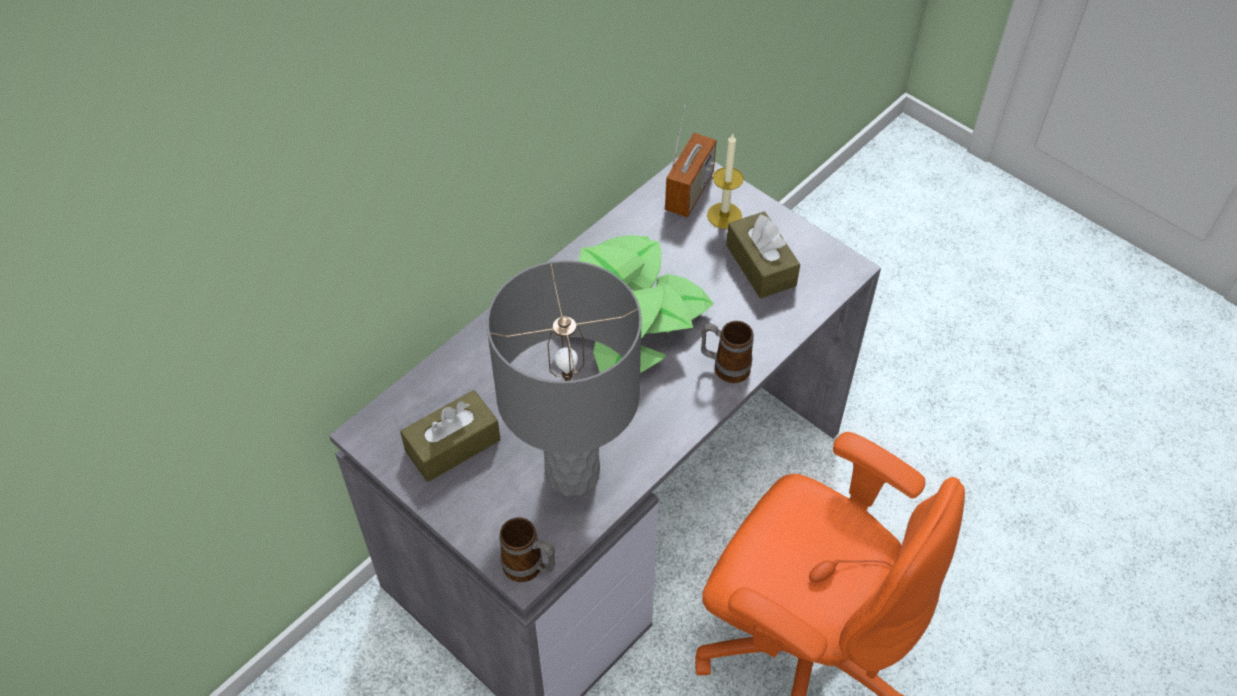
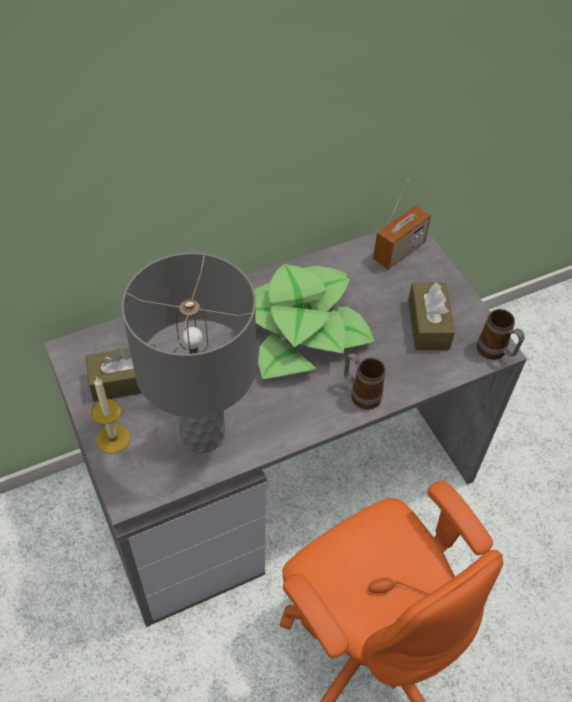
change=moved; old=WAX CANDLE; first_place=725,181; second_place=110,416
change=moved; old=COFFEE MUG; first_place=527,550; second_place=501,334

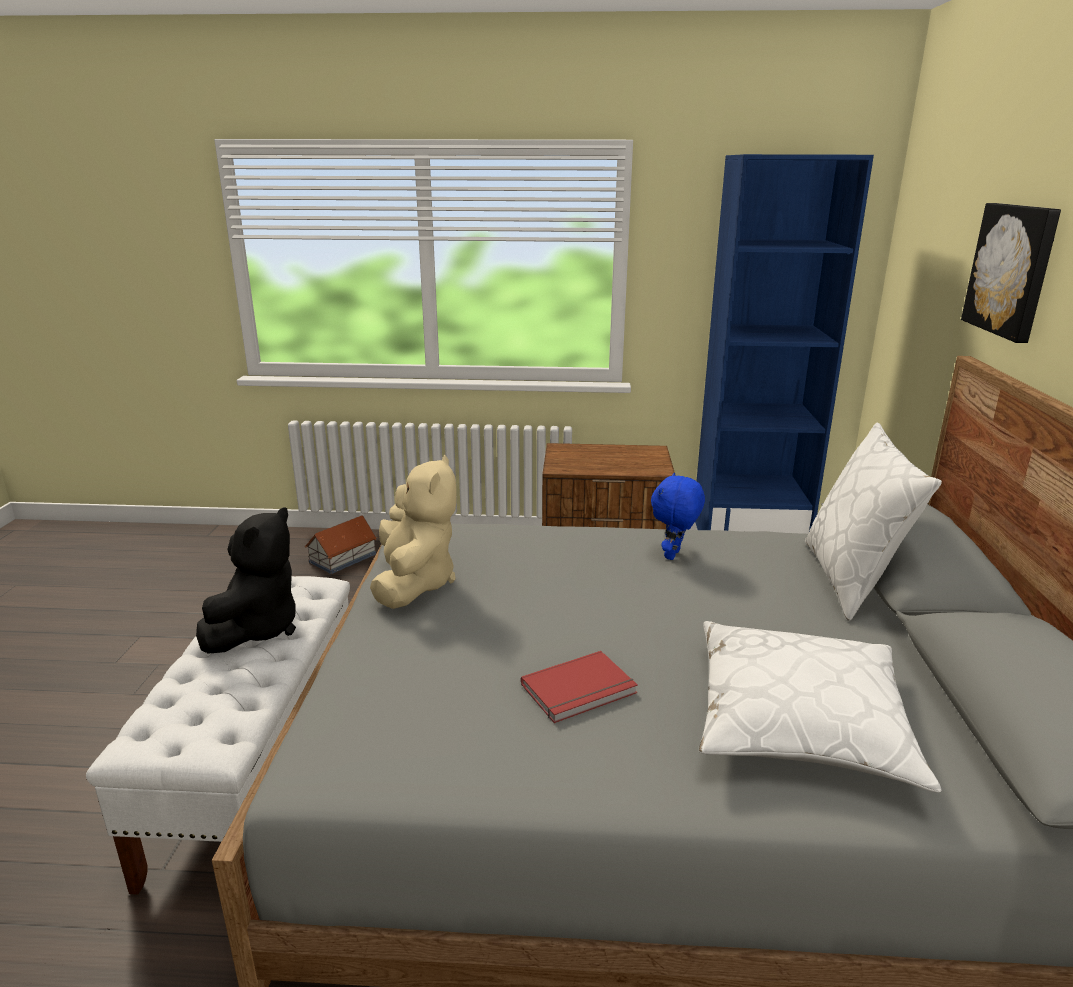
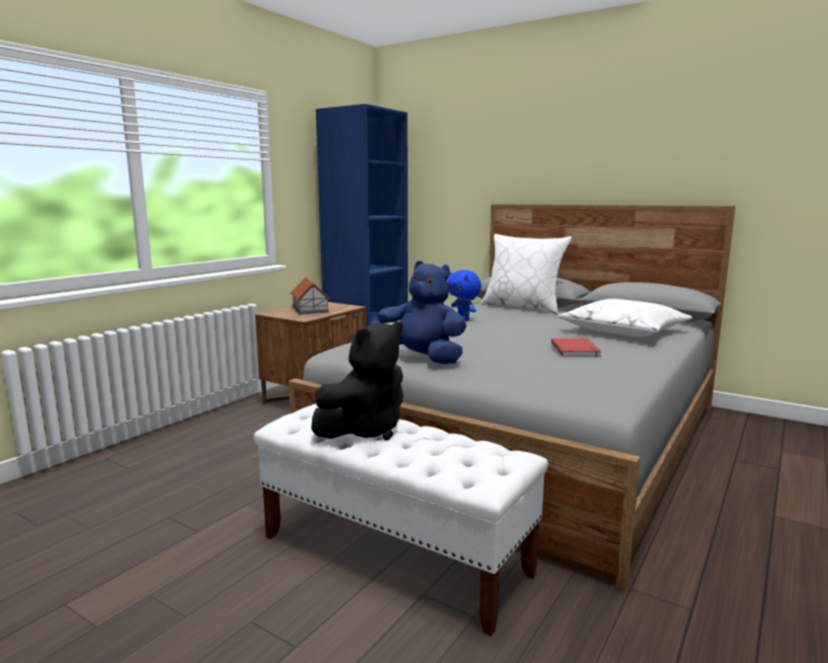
change=removed; old=WALL PICTURE; first_place=1011,273
change=recoloured; old=BEIGE CUDDLY TOY; new=BLUE CUDDLY TOY; first_place=413,532; second_place=422,312
change=turned; old=BLACKISH CUDDLY TOY; first_place=246,580; second_place=357,380; degrees=90
change=moved; old=MINIATURE HOUSE; first_place=341,544; second_place=310,295

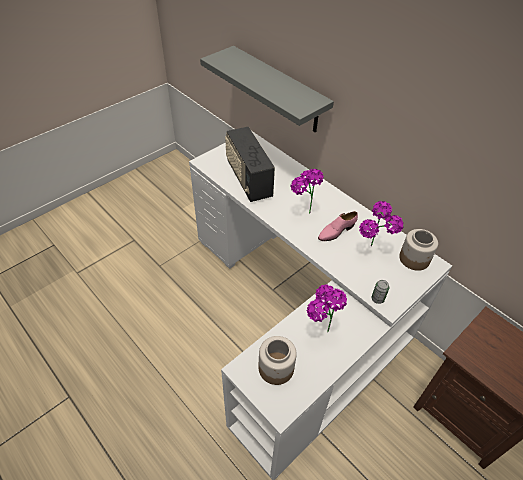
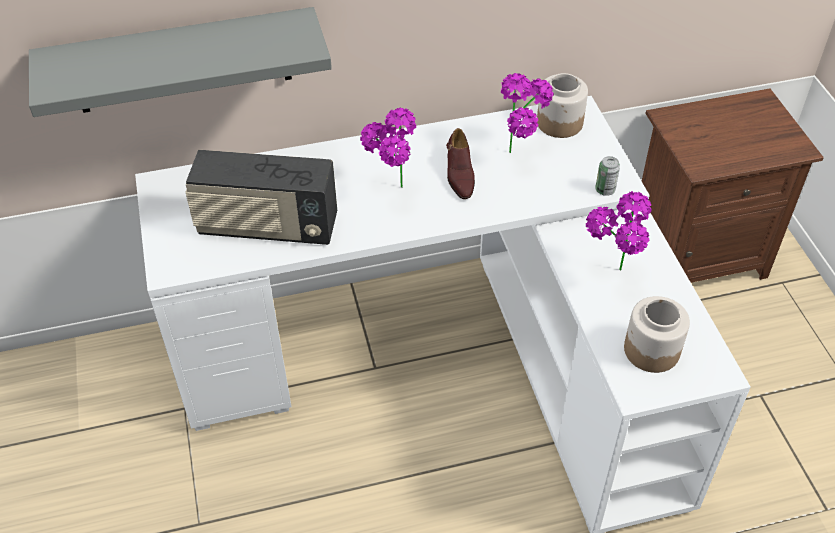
change=recoloured; old=PINKISH LOW SHOE; new=BROWNISH LOW SHOE; first_place=338,226; second_place=460,163

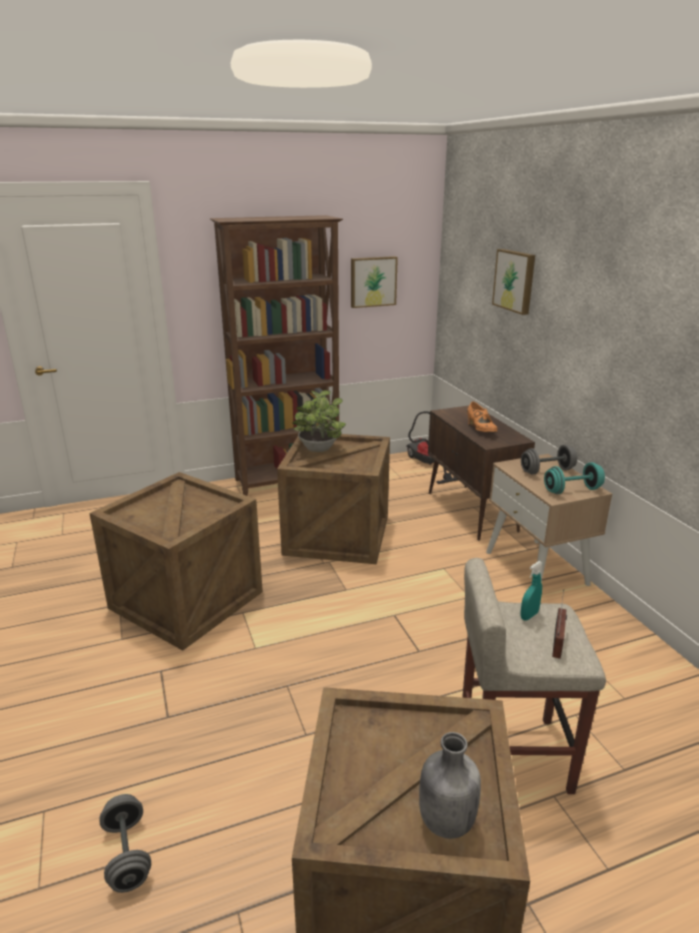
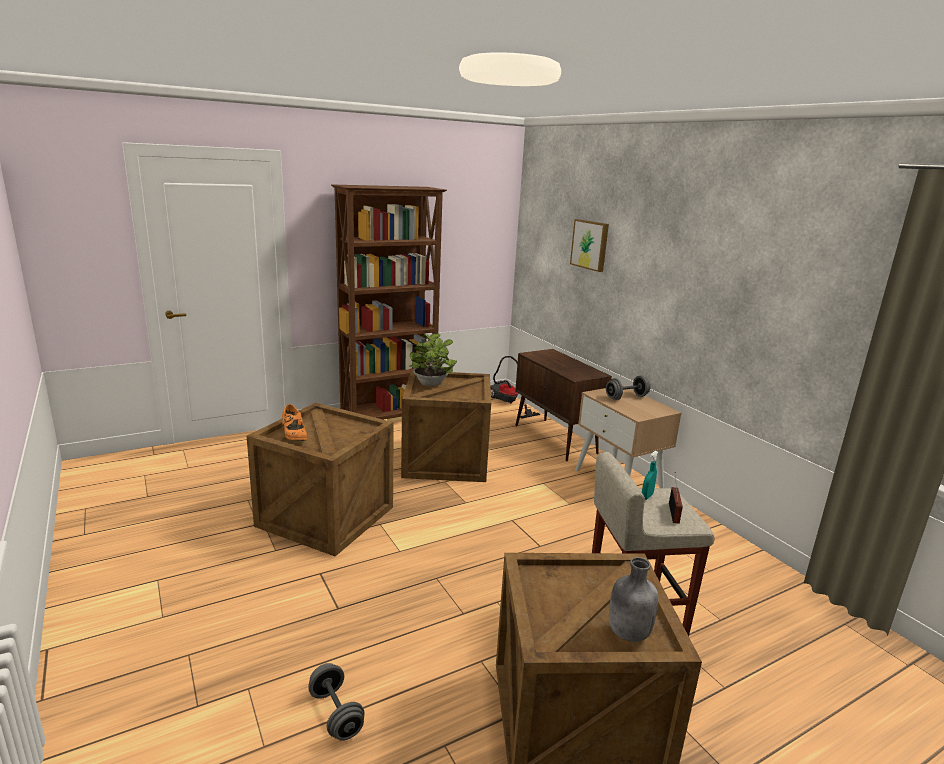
change=removed; old=WALL PICTURE; first_place=374,282
change=moved; old=ORANGE LOW SHOE; first_place=482,417; second_place=294,422
change=removed; old=TURQUOISE HAND WEIGHT; first_place=574,478

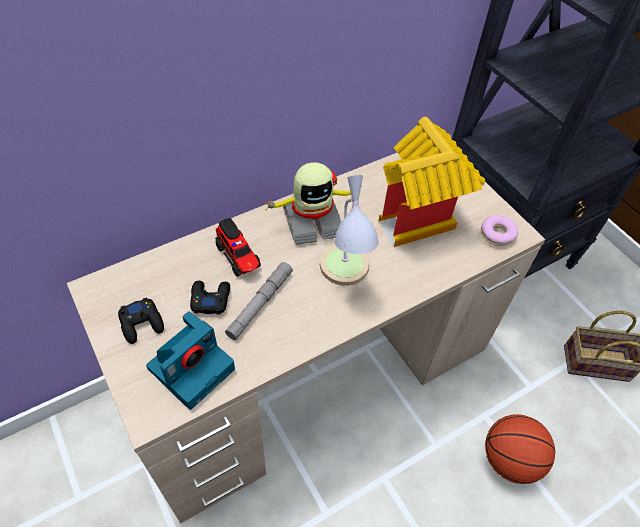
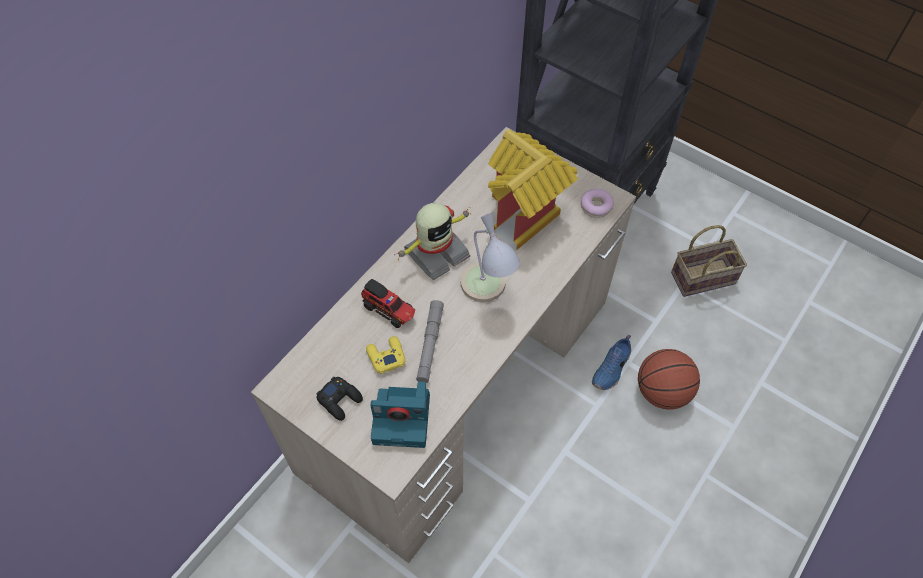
change=recoloured; old=BLACKISH JOYPAD; new=YELLOW-COLOURED JOYPAD; first_place=210,297; second_place=385,355
change=turned; old=PHOTO CAMERA; first_place=190,360; second_place=400,414; degrees=75
change=added; new=BLUE LOW SHOE; second_place=611,362

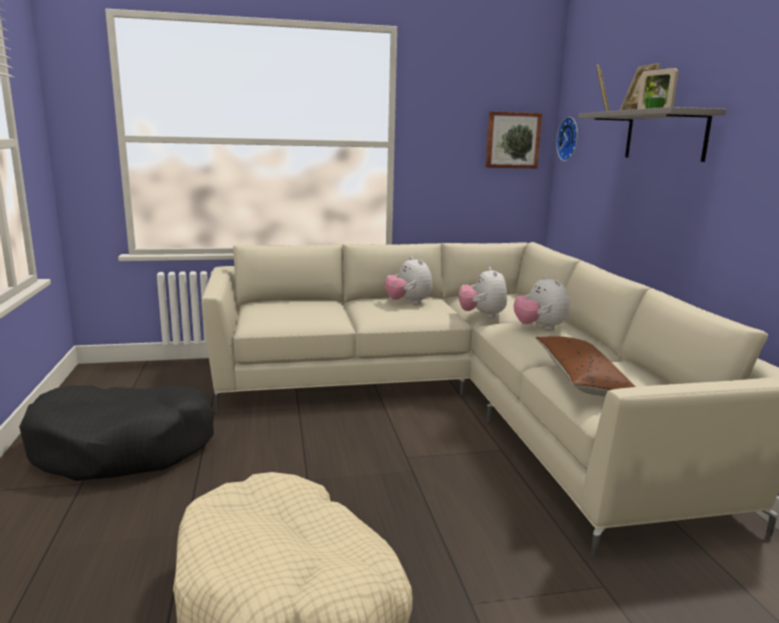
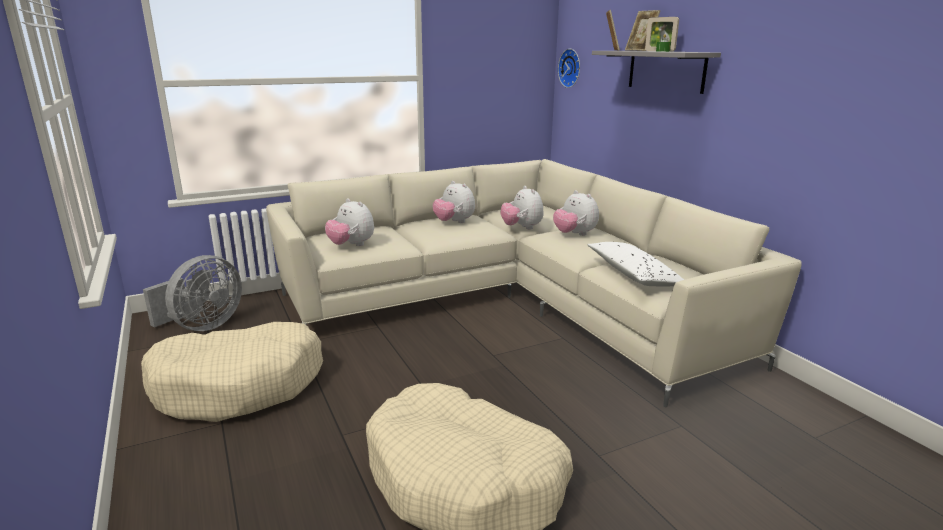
change=removed; old=WALL PICTURE; first_place=514,139
change=recoloured; old=BROWNISH PILLOW; new=WHITE-COLOURED PILLOW; first_place=585,366; second_place=635,264
change=recoloured; old=BLACKISH DOG CUSHION; new=BEIGE DOG CUSHION; first_place=117,433; second_place=232,372
change=added; new=CUDDLY TOY; second_place=349,222
change=added; new=GREY ELECTRIC FAN; second_place=192,293

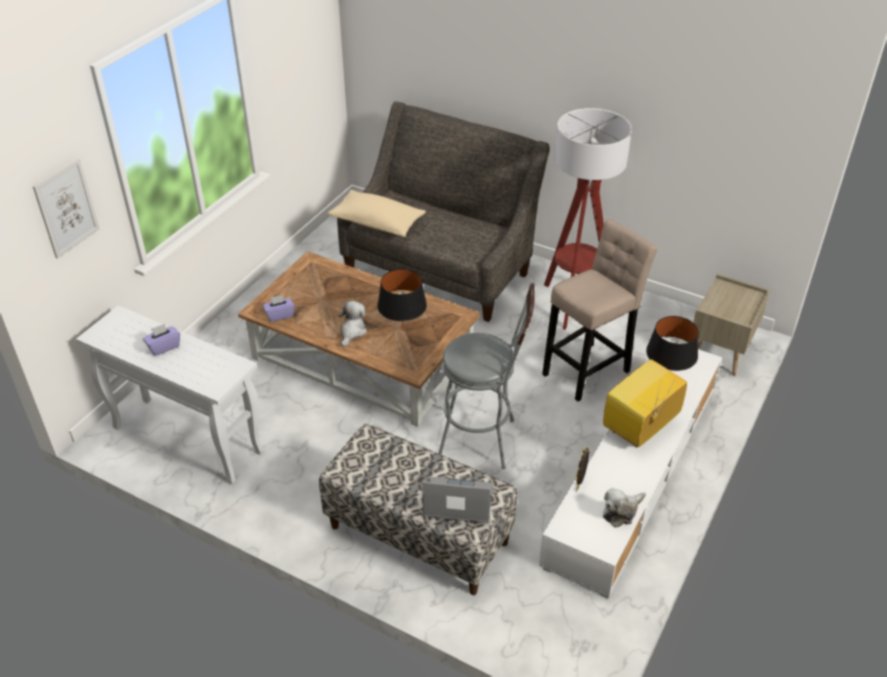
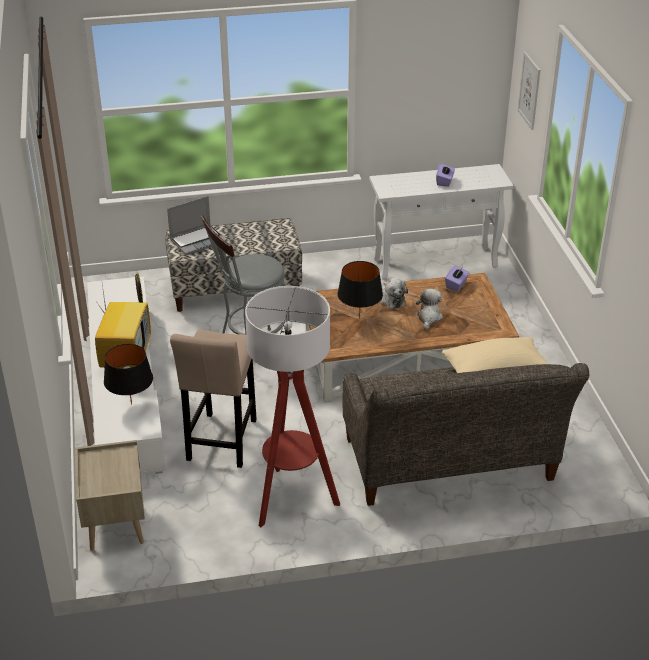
change=moved; old=CUDDLY TOY; first_place=624,508; second_place=429,309

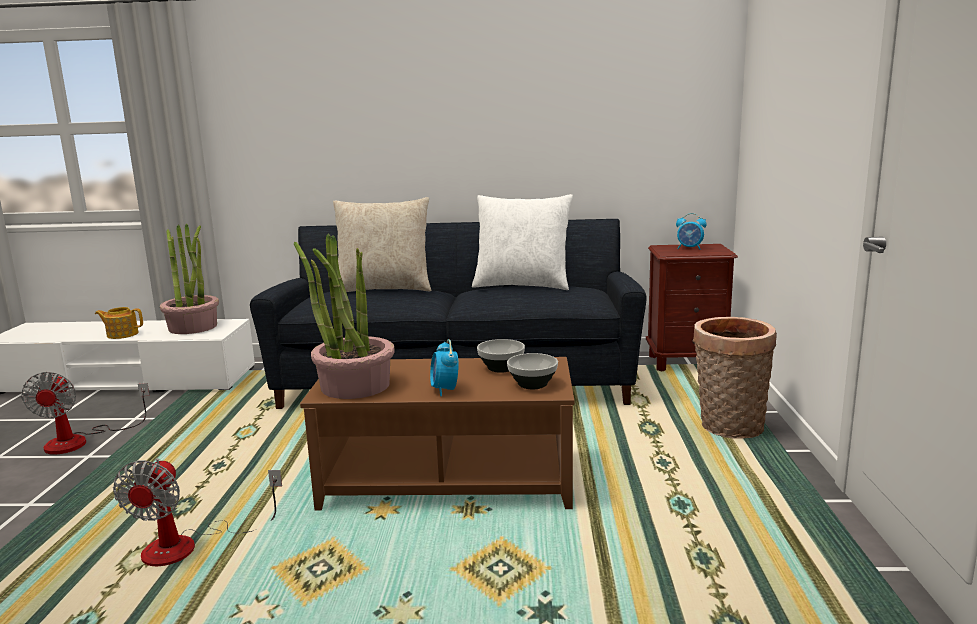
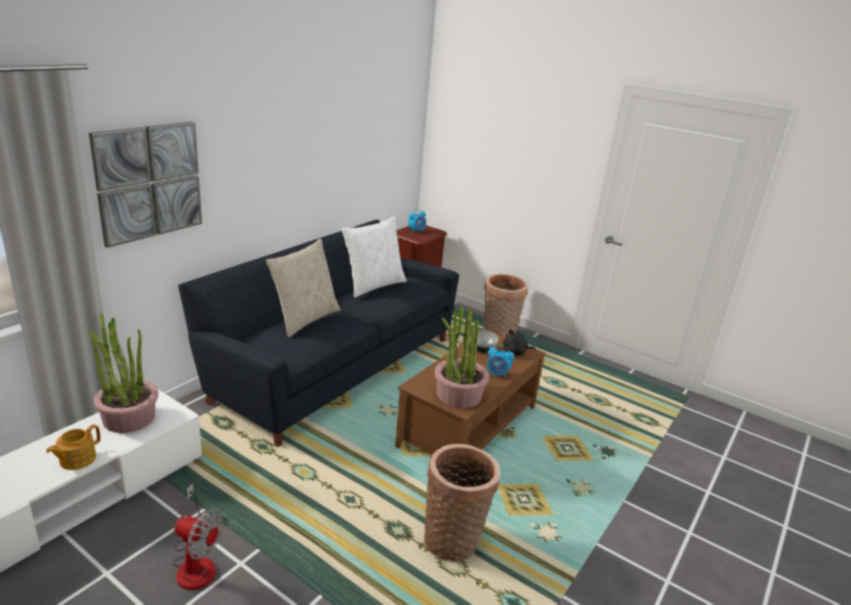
change=replaced; old=BOWL; new=BLACKISH CUDDLY TOY; first_place=532,371; second_place=519,342
change=replaced; old=ELECTRIC FAN; new=HOUSEHOLD BASKET; first_place=197,512; second_place=462,503
change=added; new=WALL PICTURE; second_place=145,185

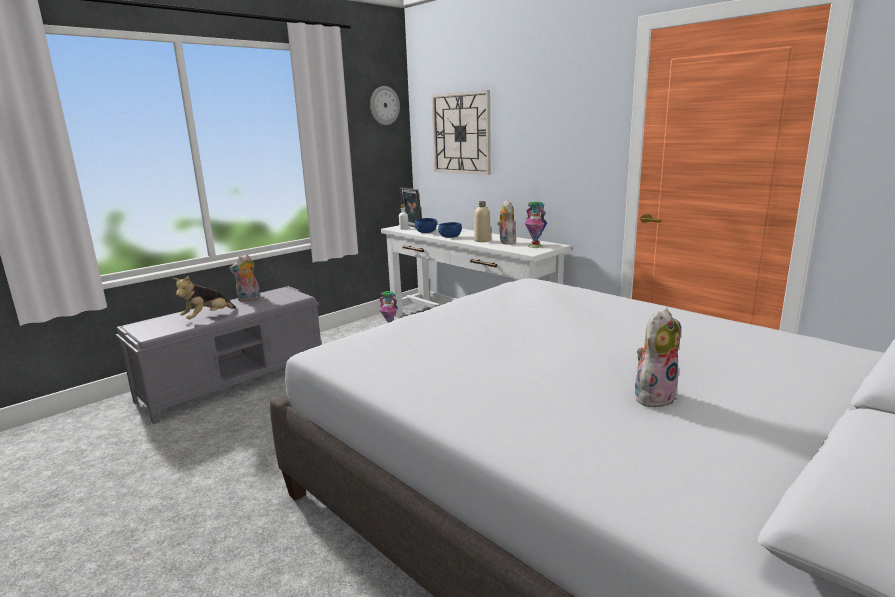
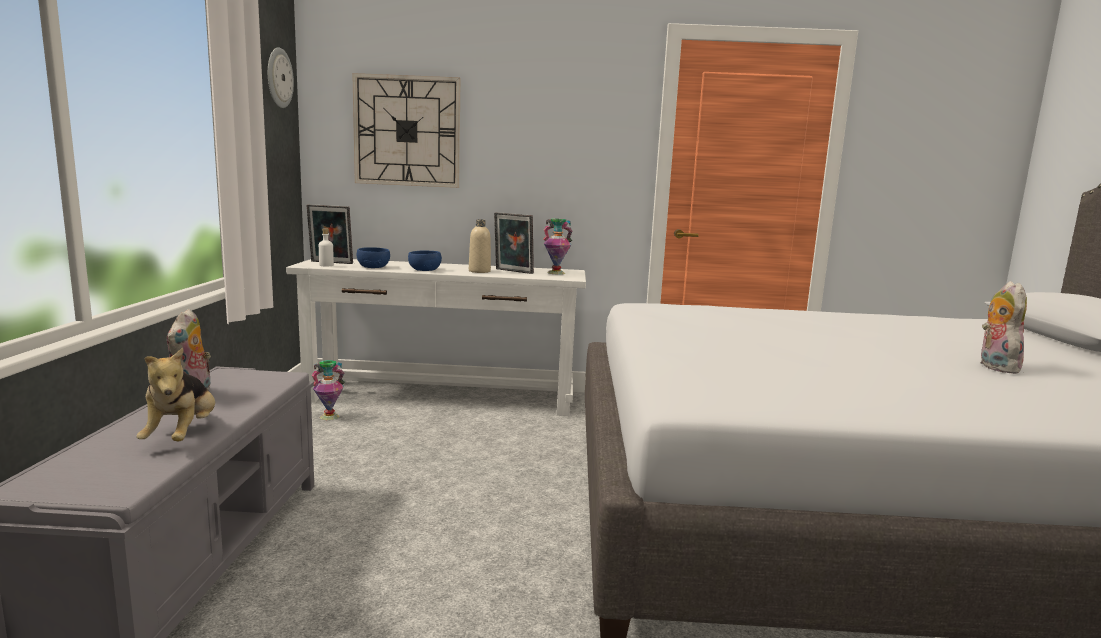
change=replaced; old=CUDDLY TOY; new=STANDING FRAME; first_place=506,222; second_place=514,243

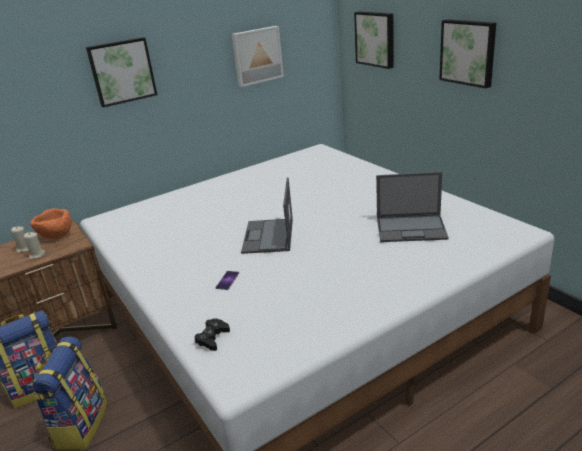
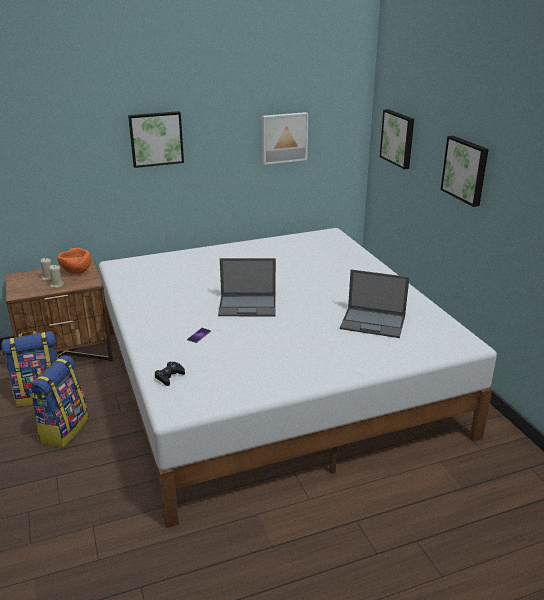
change=turned; old=NOTEBOOK COMPUTER; first_place=267,215; second_place=247,287; degrees=-105

